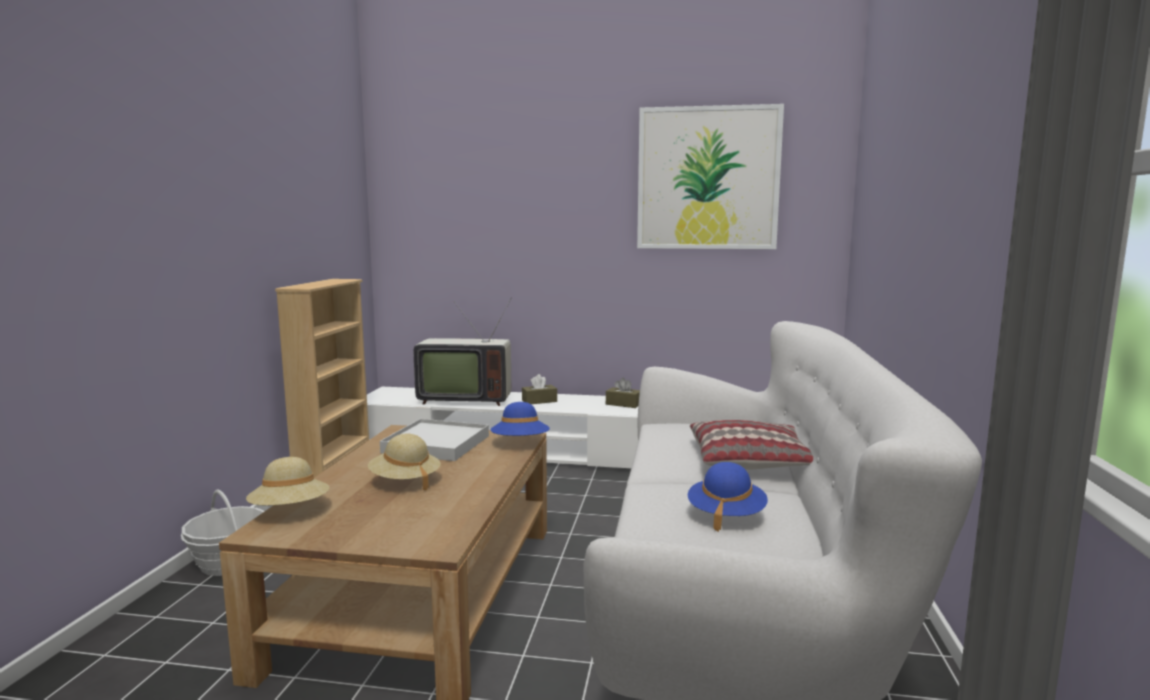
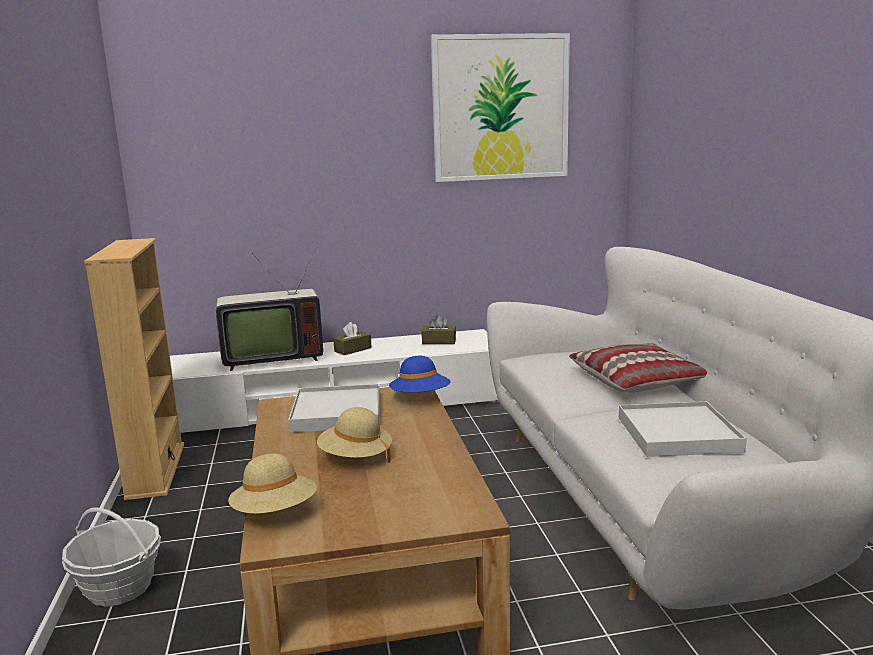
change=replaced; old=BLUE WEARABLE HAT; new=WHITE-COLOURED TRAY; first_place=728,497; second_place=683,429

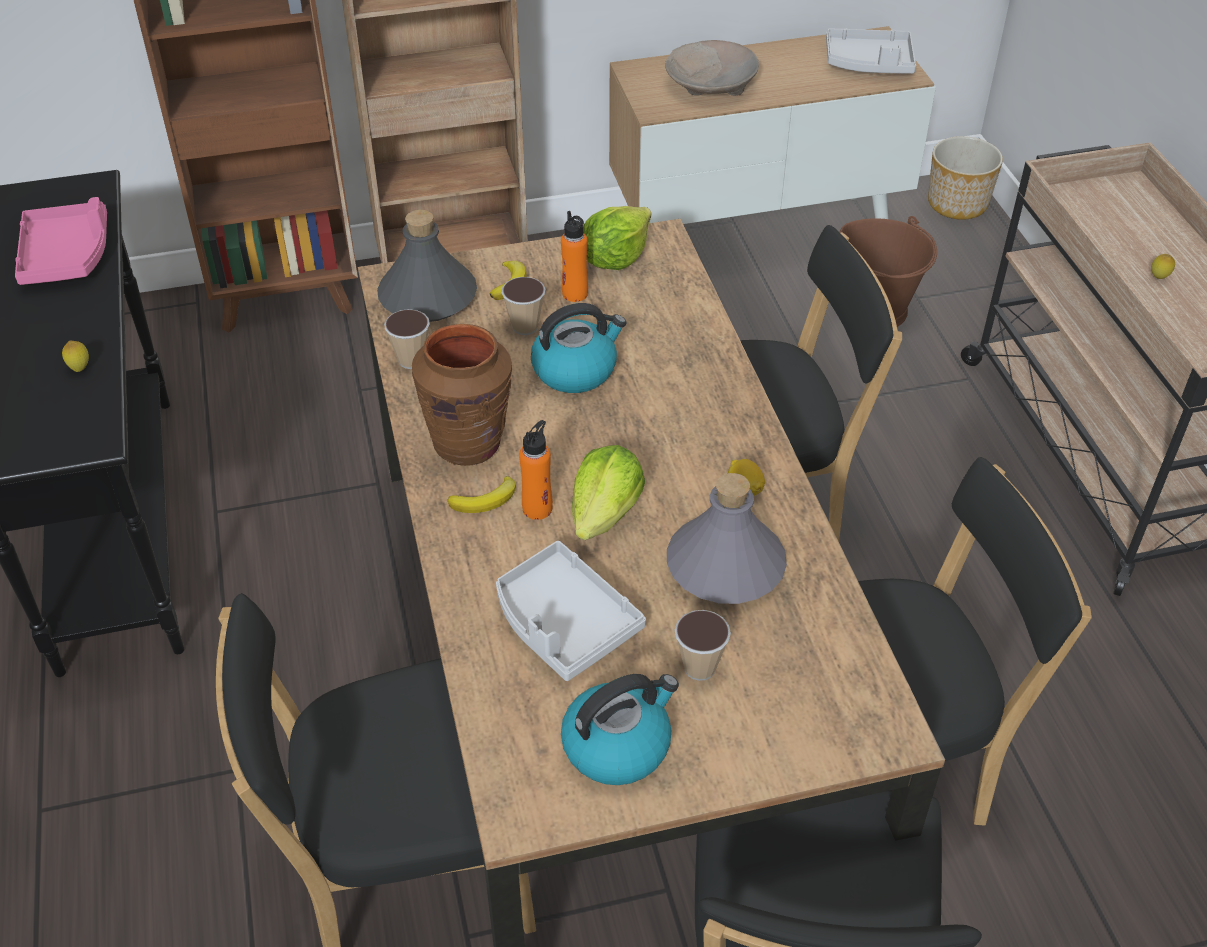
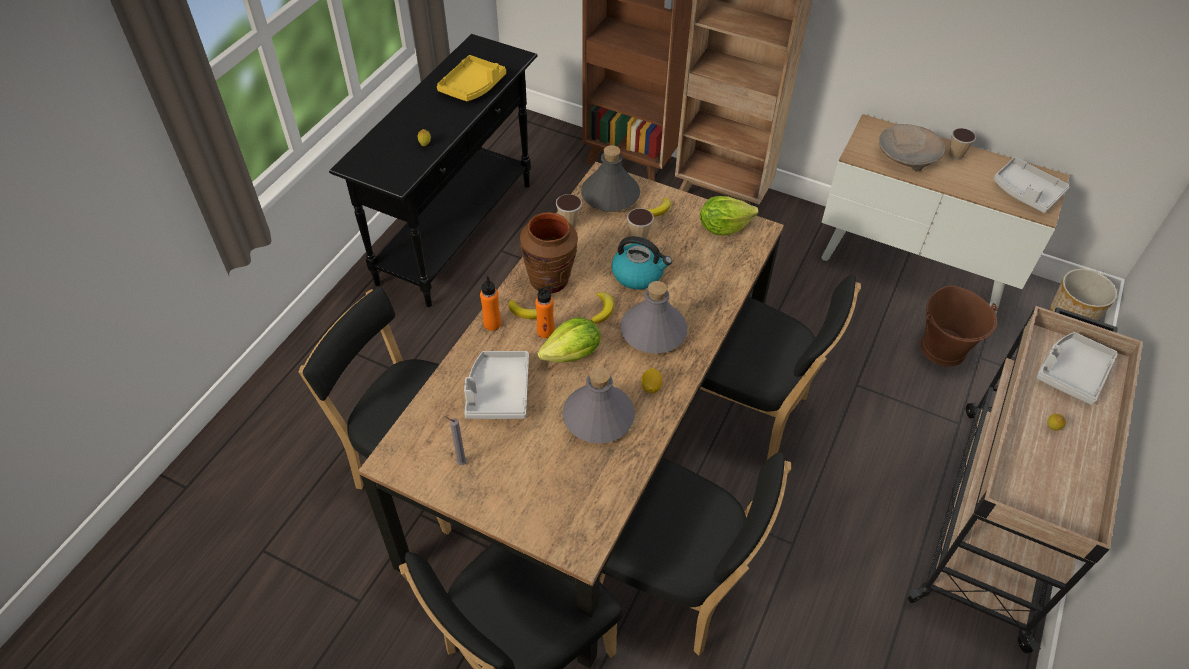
change=recoloured; old=PINKISH TRAY; new=YELLOW-COLOURED TRAY; first_place=61,241; second_place=471,78
change=moved; old=ORANGE BOTTLE; first_place=574,256; second_place=490,303
change=moved; old=SMALL CUP; first_place=703,645; second_place=962,144
change=replaced; old=KETTLE; new=GREY WAX CANDLE; first_place=620,729; second_place=455,440
change=added; new=GREY BOTTLE; second_place=654,317
change=added; new=BANANA FRUIT; second_place=602,308
change=added; new=GREY TRAY; second_place=1076,368

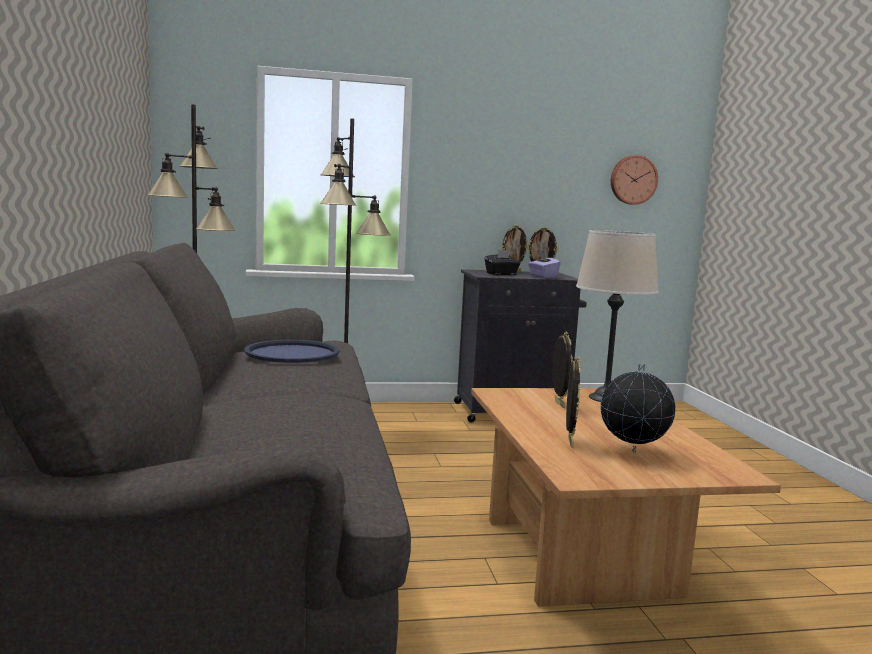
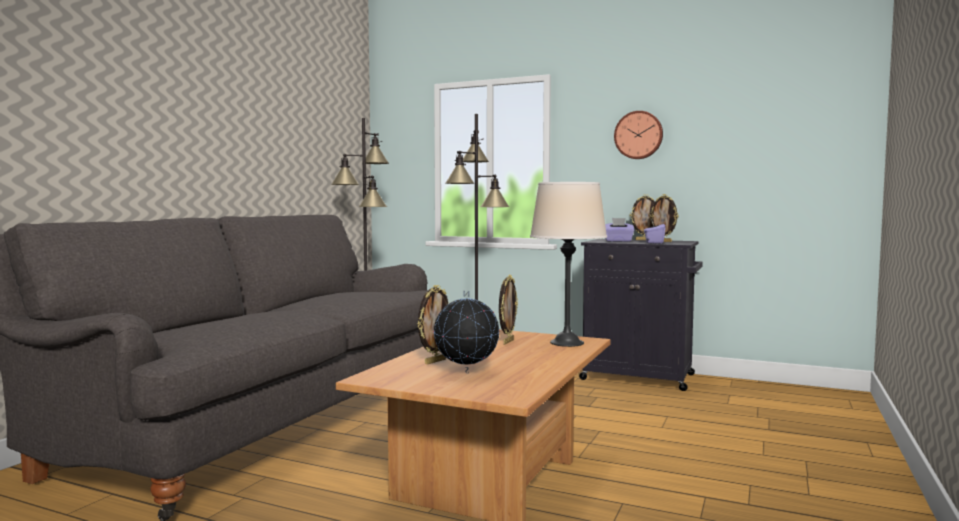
change=moved; old=HANGING CLOCK; first_place=634,180; second_place=638,135
change=recoloured; old=BLACKISH TISSUE HOLDER; new=PURPLISH TISSUE HOLDER; first_place=502,262; second_place=619,230
change=removed; old=BLUE TRAY; first_place=292,351

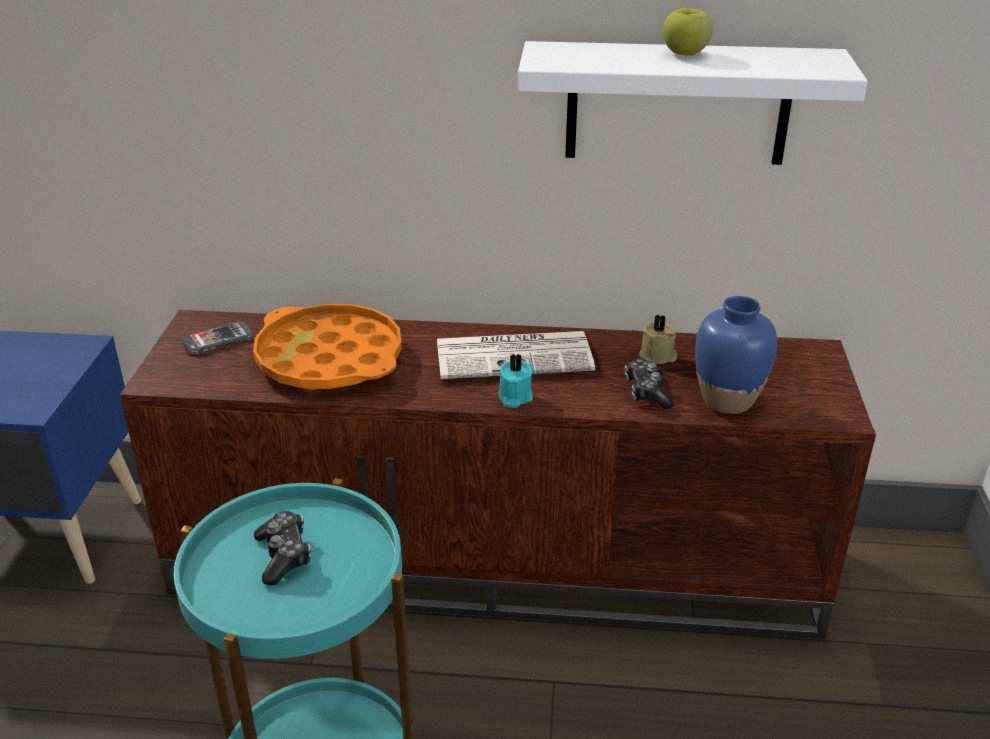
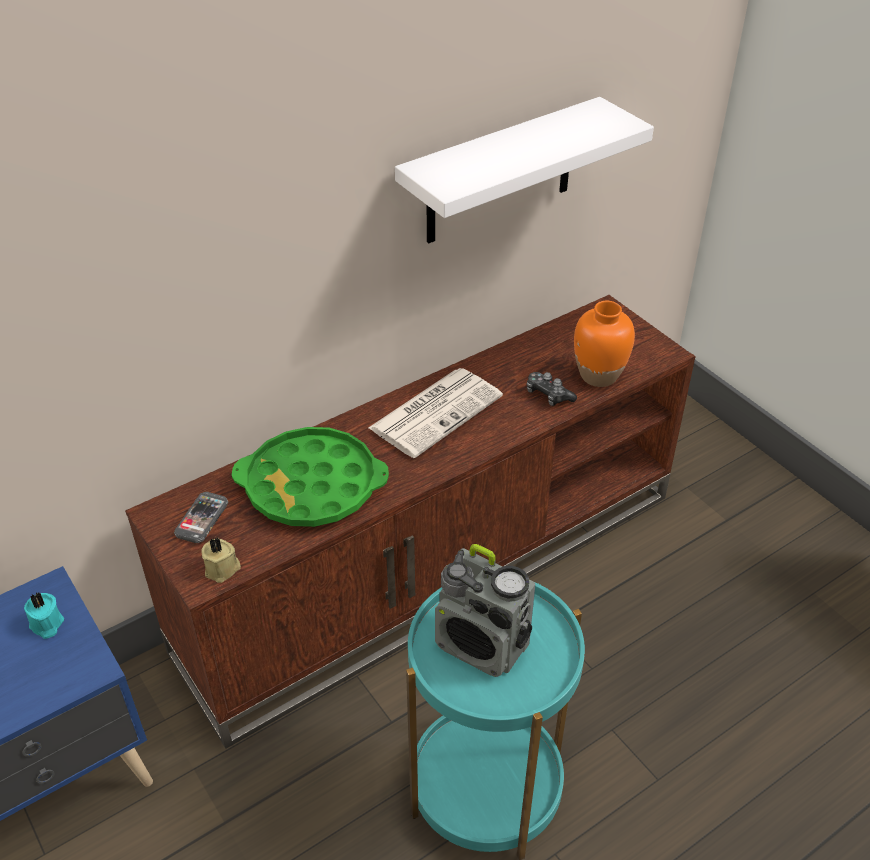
change=removed; old=WHOLE APPLE; first_place=688,32
change=recoloured; old=BLUE VASE; new=ORANGE VASE; first_place=736,355; second_place=604,344
change=recoloured; old=ORANGE TRAY; new=GREEN-COLOURED TRAY; first_place=327,347; second_place=310,477
change=moved; old=BEIGE WAX CANDLE; first_place=658,339; second_place=221,560
change=moved; old=TURQUOISE WAX CANDLE; first_place=515,380; second_place=44,615
change=replaced; old=JOYPAD; new=RADIO; first_place=282,548; second_place=485,610

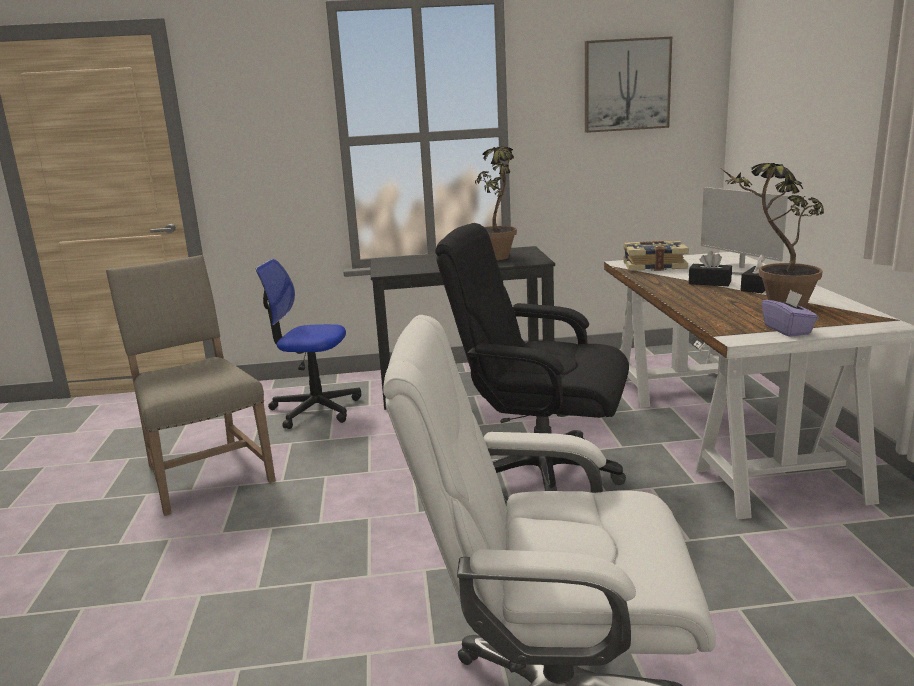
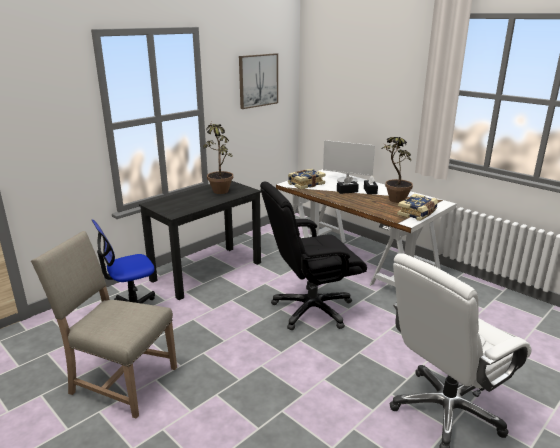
change=replaced; old=PURPLISH TISSUE HOLDER; new=BOUND BOOK; first_place=790,313; second_place=417,207

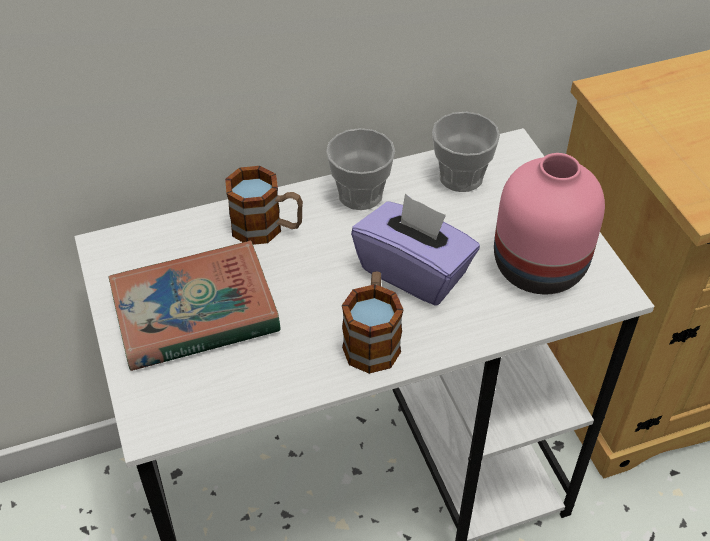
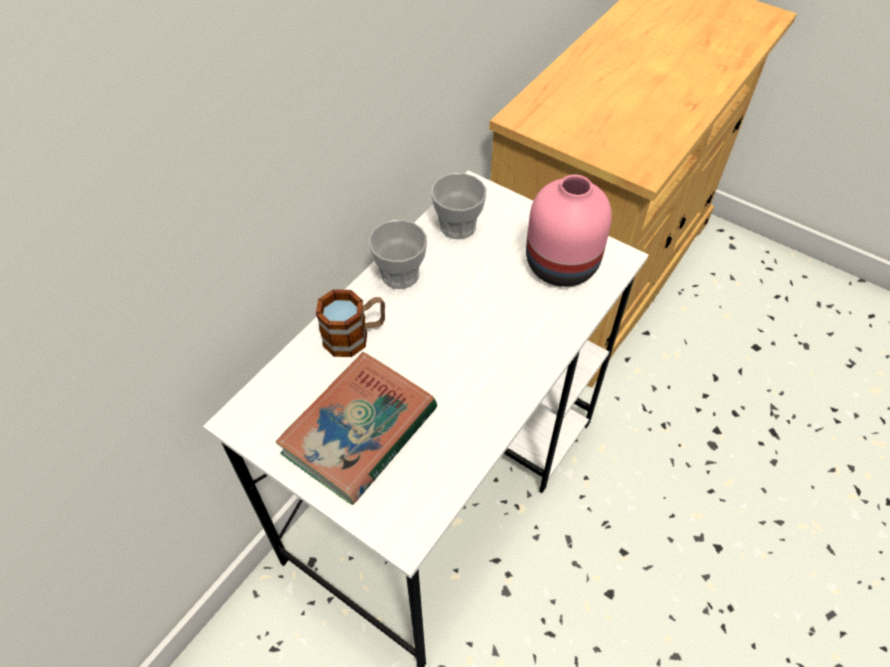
change=removed; old=PURPLISH TISSUE HOLDER; first_place=415,249
change=removed; old=COFFEE MUG; first_place=373,322

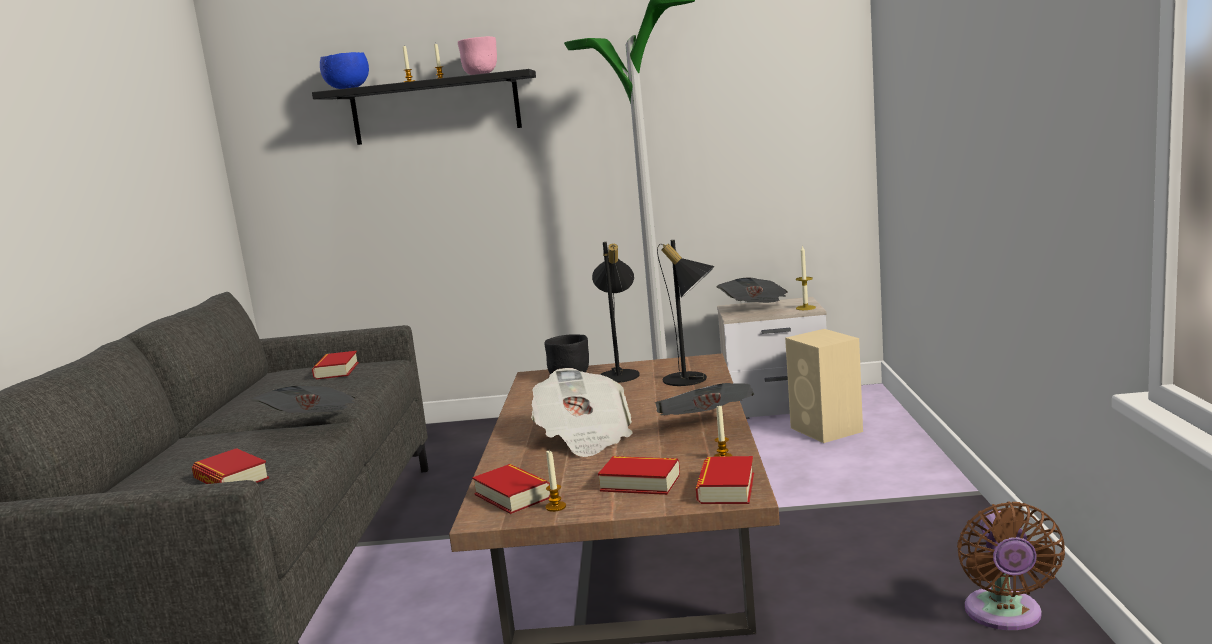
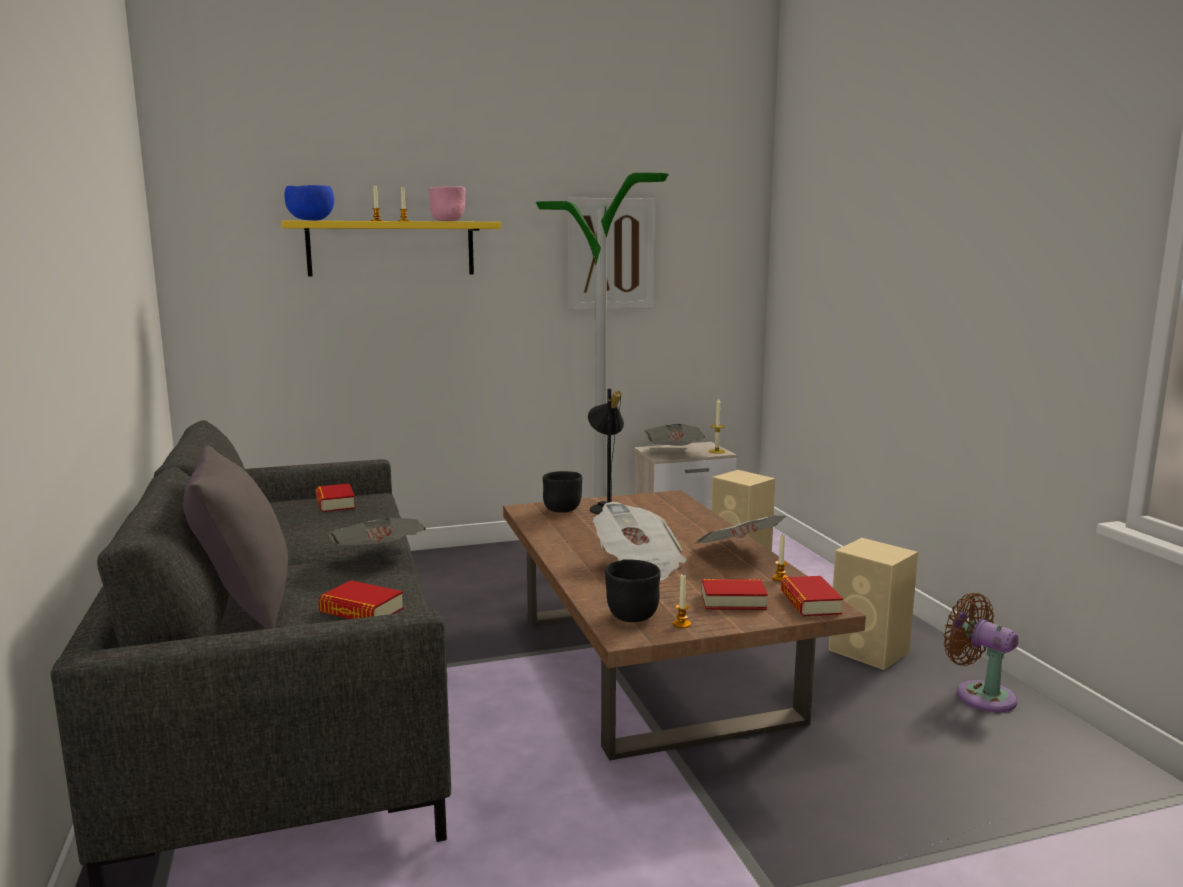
change=recoloured; old=BLACKISH WALL SHELF; new=YELLOW-COLOURED WALL SHELF; first_place=424,107; second_place=391,248
change=removed; old=BLACKISH TABLETOP LAMP; first_place=685,313
change=replaced; old=BOUND BOOK; new=BLACKISH BOWL; first_place=511,489; second_place=633,590
change=turned; old=BROWNISH ELECTRIC FAN; first_place=1011,566; second_place=981,652; degrees=150
change=added; new=WALL PICTURE; second_place=611,254
change=added; new=GREY PILLOW; second_place=235,537
change=added; new=BEIGE AUDIO SPEAKER; second_place=873,604

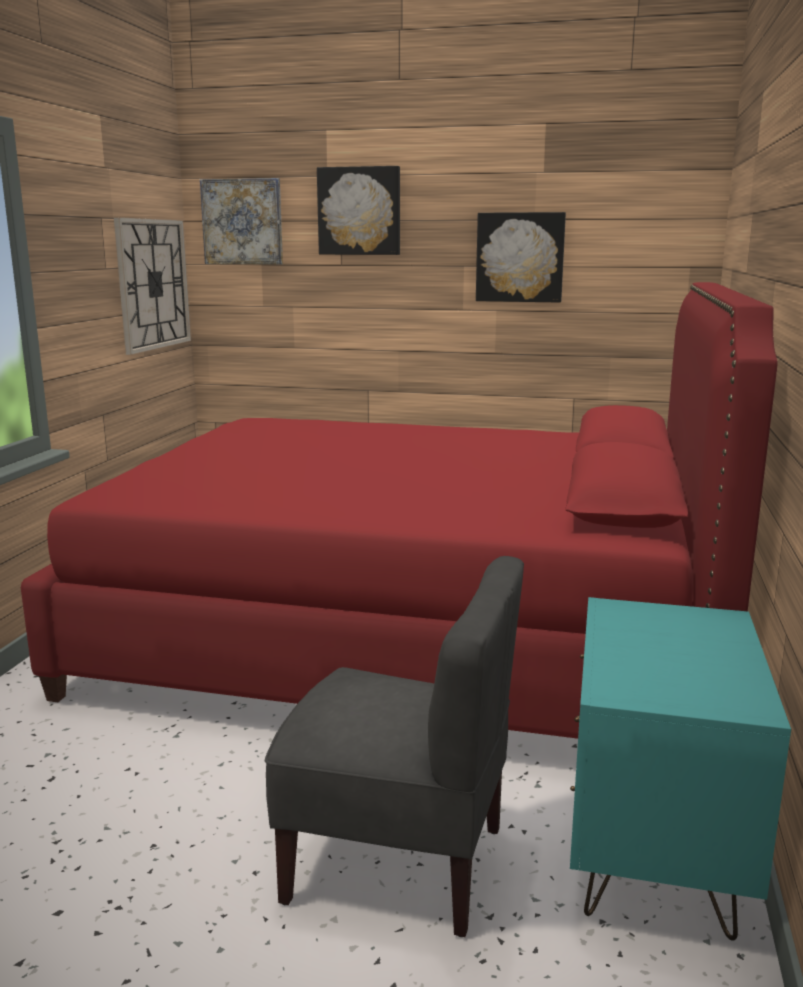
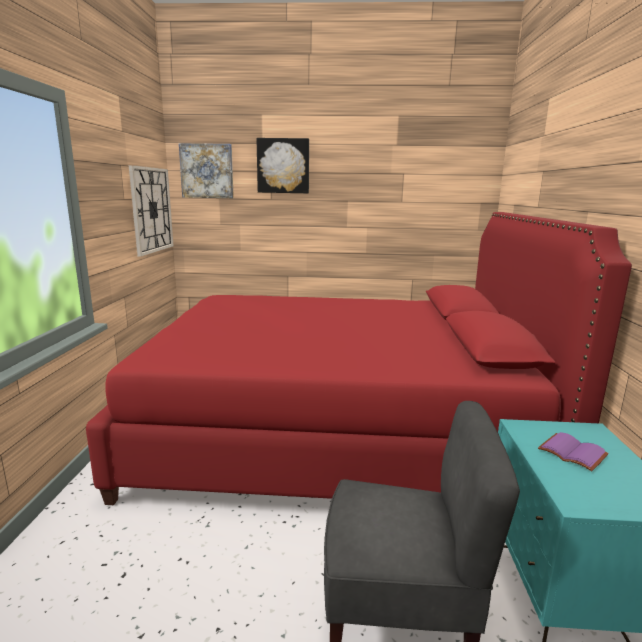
change=removed; old=WALL PICTURE; first_place=521,257
change=added; new=PURPLISH BOUND BOOK; second_place=573,451

